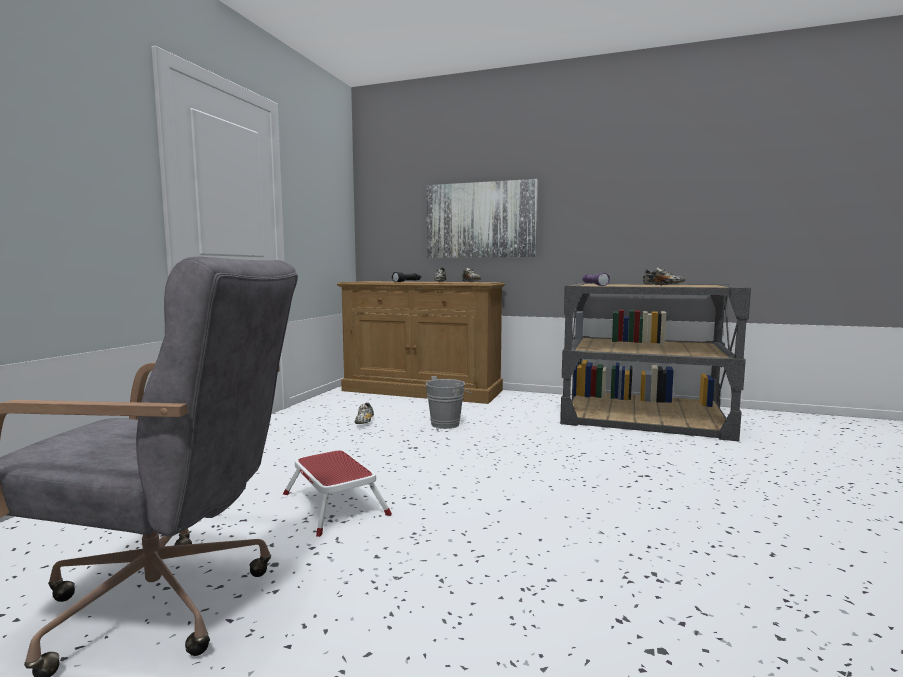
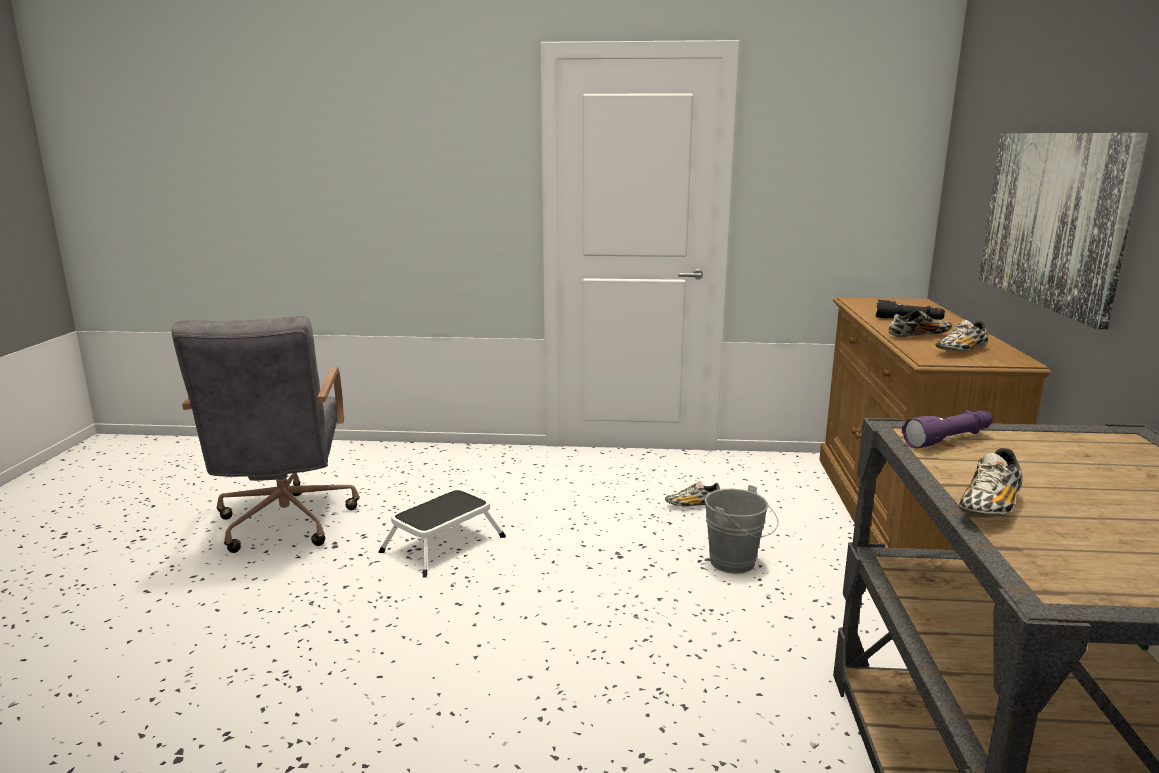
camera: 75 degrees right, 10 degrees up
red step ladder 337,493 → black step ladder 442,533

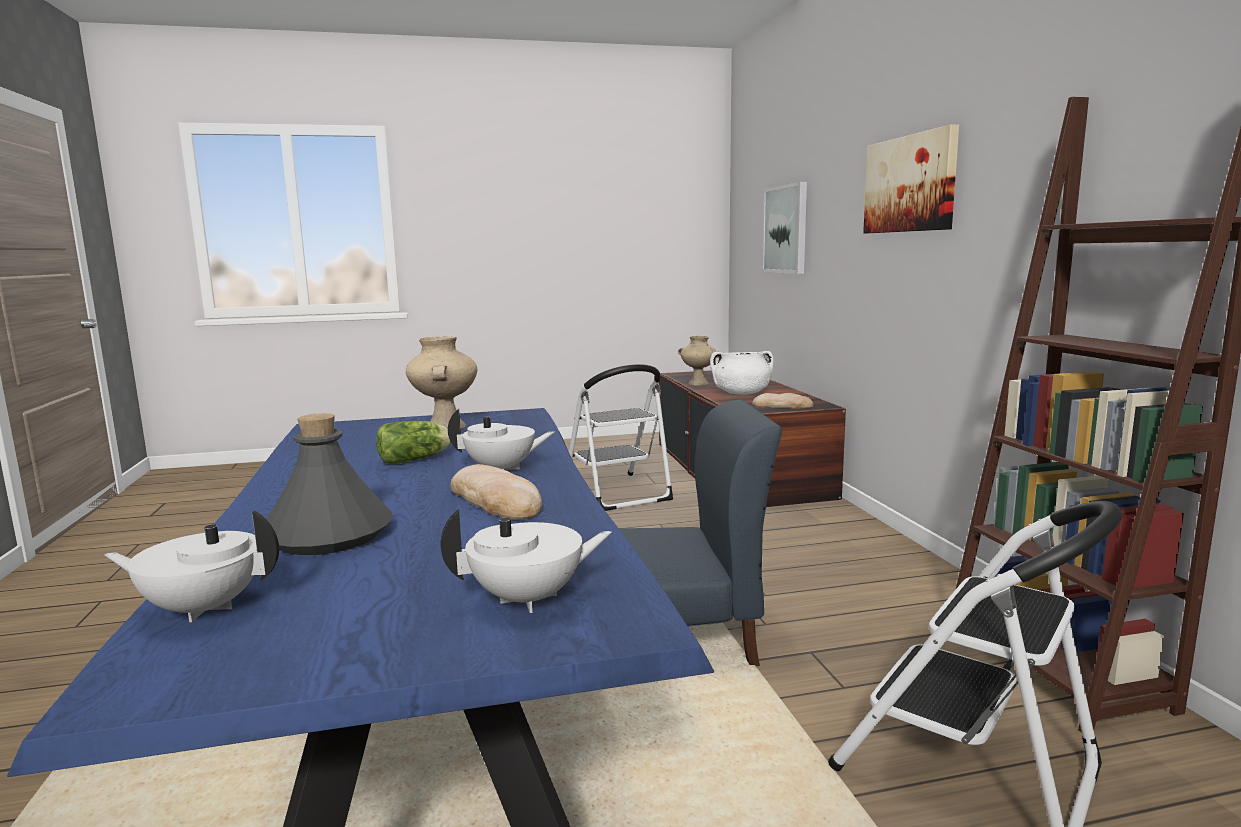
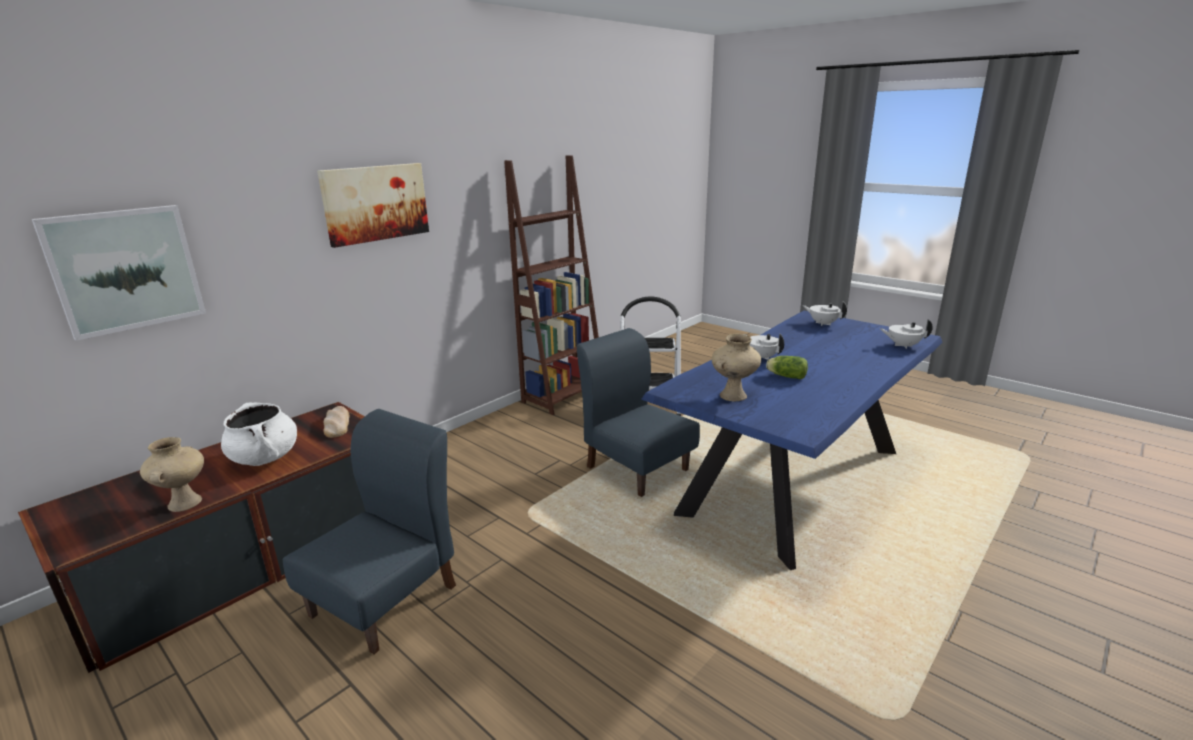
camera: 125 degrees left, 10 degrees up
step ladder 621,437 → blue chair 369,531
white teapot 191,566 → white teapot 906,334, 135 degrees clockwise
grey bottle 329,484 → -
bread 496,491 → -

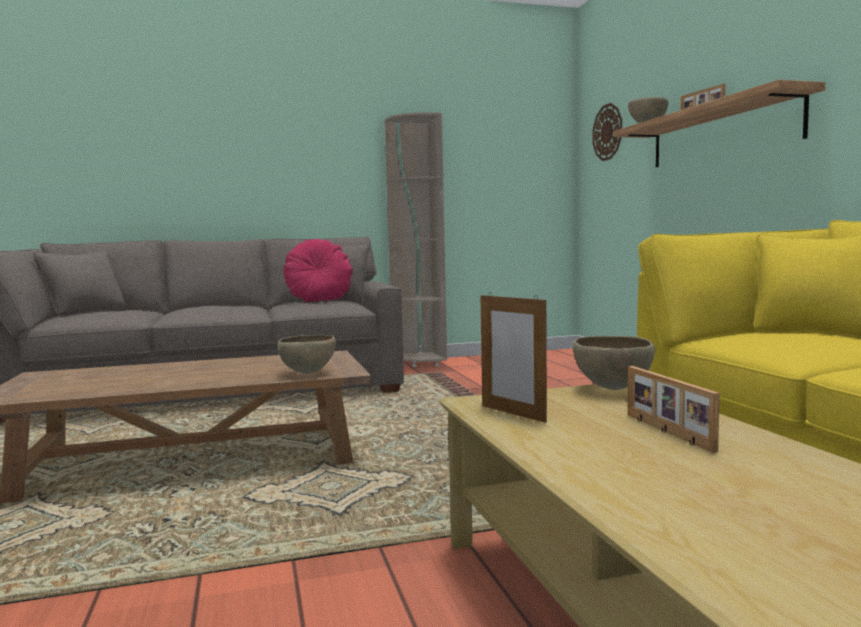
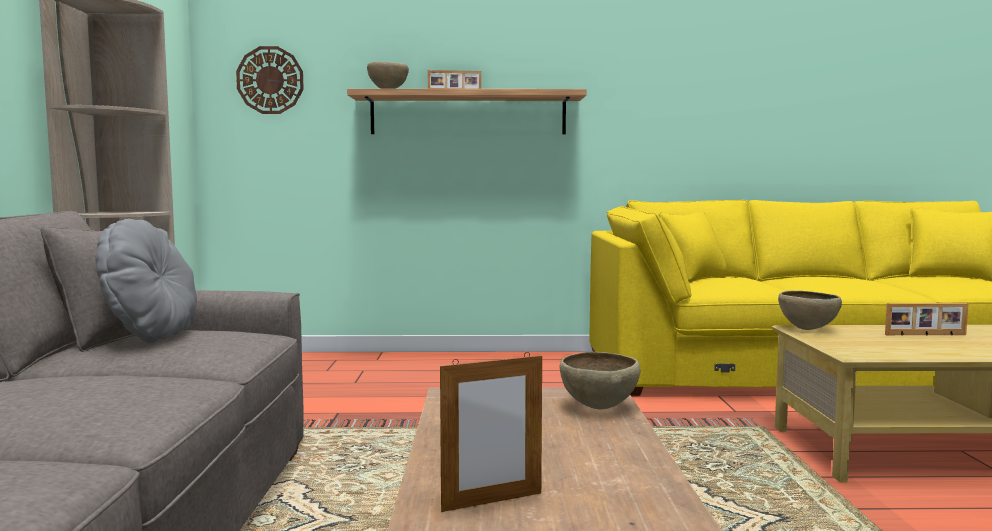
camera: 75 degrees left, 0 degrees up
pink pillow 318,270 → grey pillow 146,281
picture frame 514,357 → picture frame 491,432, relocated

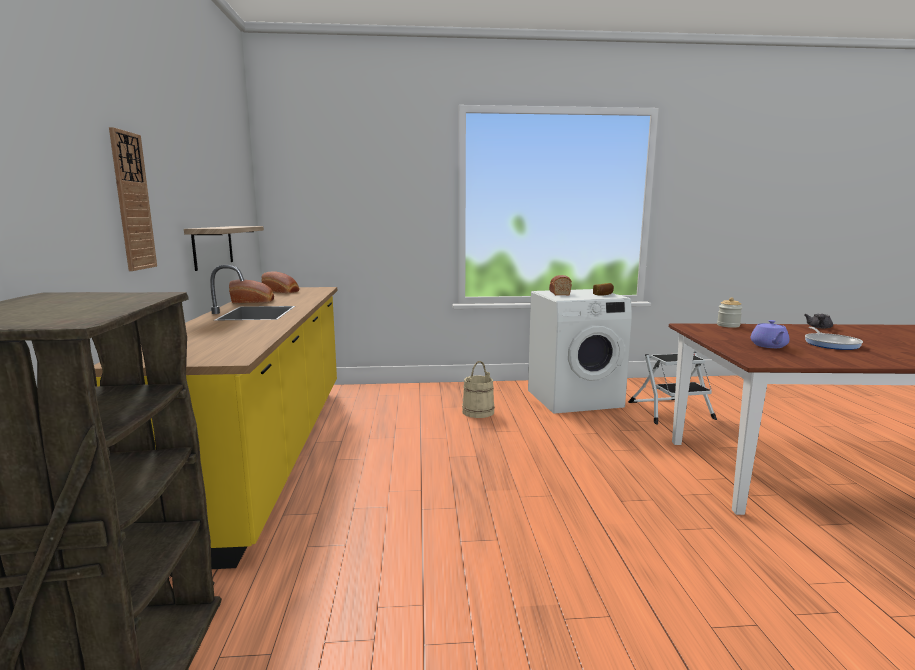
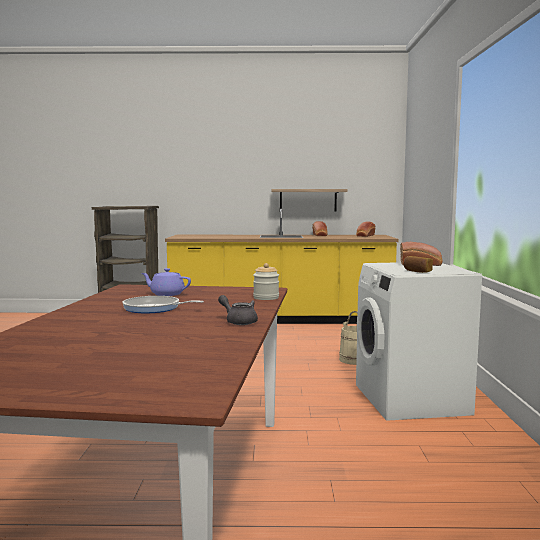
camera: 95 degrees right, 5 degrees down
wall clock 133,199 → -
step ladder 672,388 → -

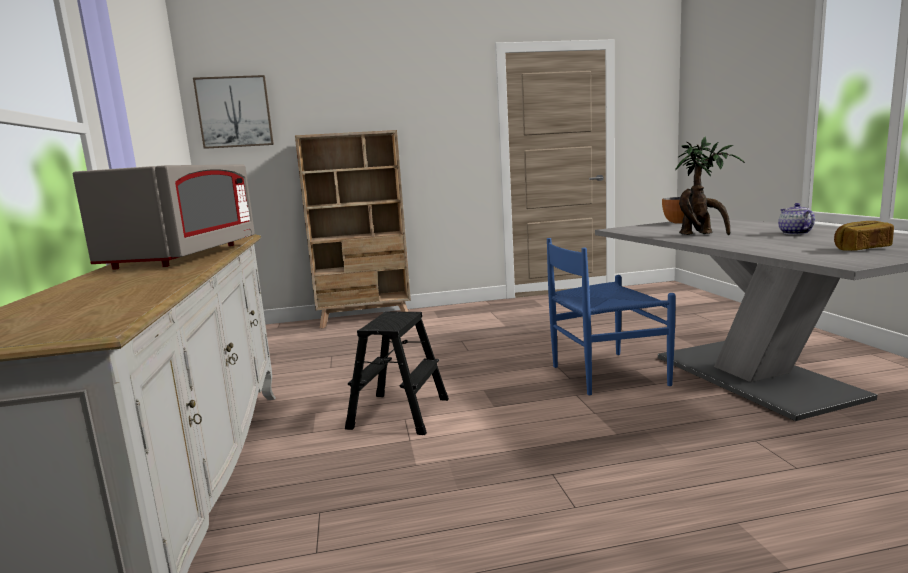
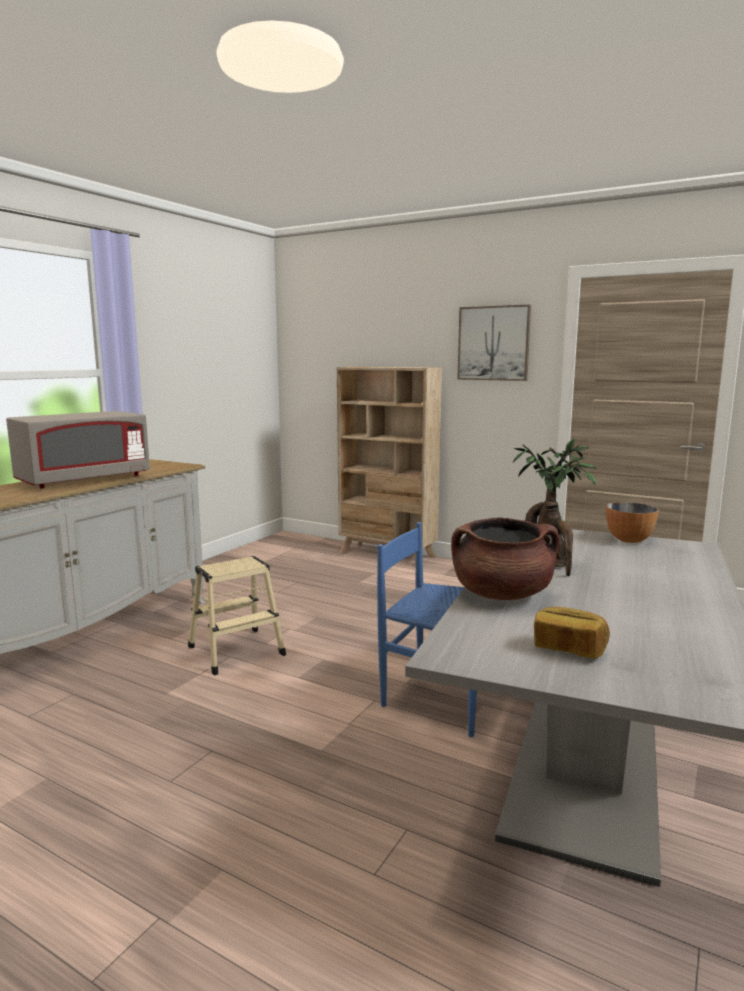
camera: 40 degrees right, 0 degrees up
black step ladder 397,373 → beige step ladder 237,615
- → brown cooking pot 505,558
picture 233,112 → picture 494,343, relocated
teapot 796,219 → -

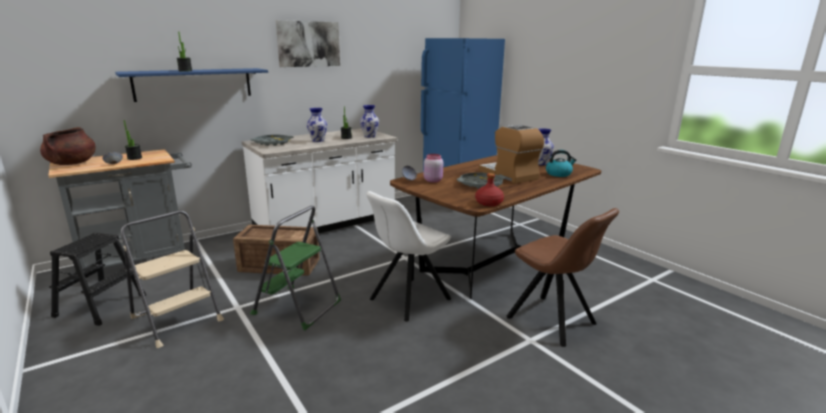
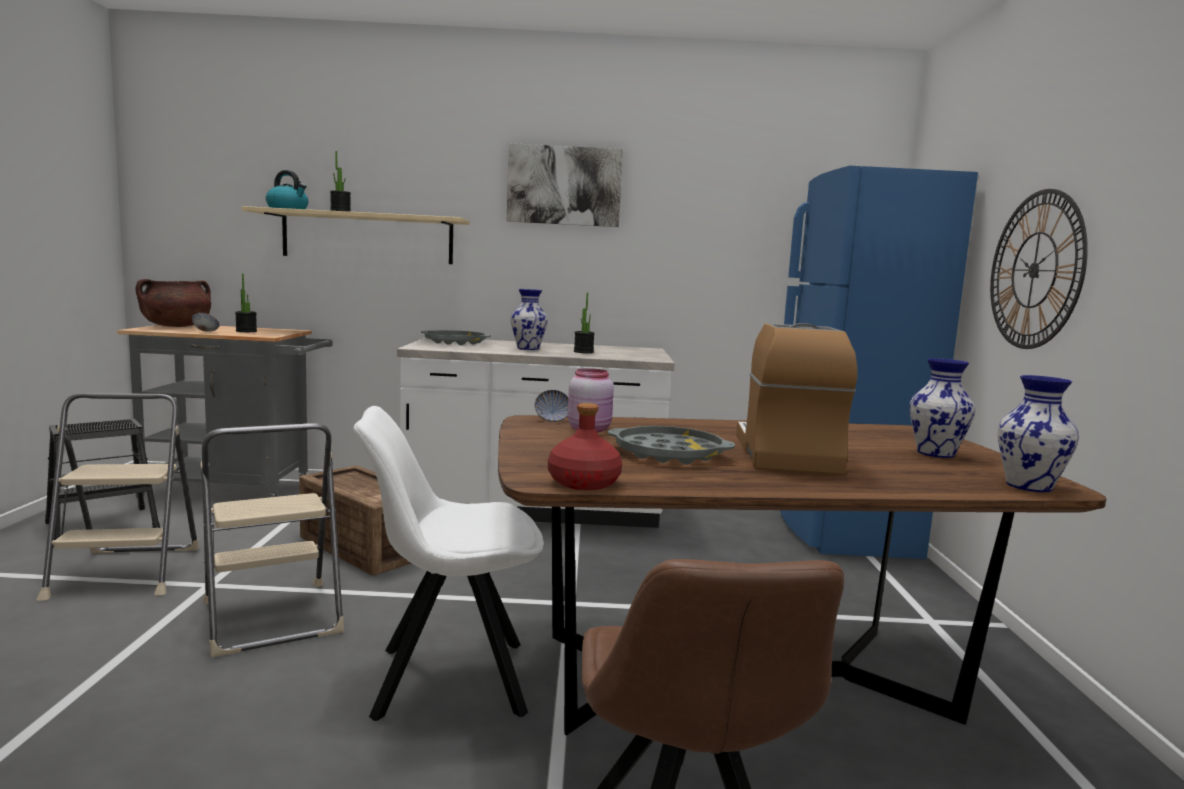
camera: 35 degrees right, 10 degrees down
green step ladder 295,268 → beige step ladder 272,540
blue shelf 191,85 → beige shelf 355,235
kettle 561,163 → kettle 287,189, relocated
- → wall clock 1039,269
vase 369,121 → vase 1038,433, relocated

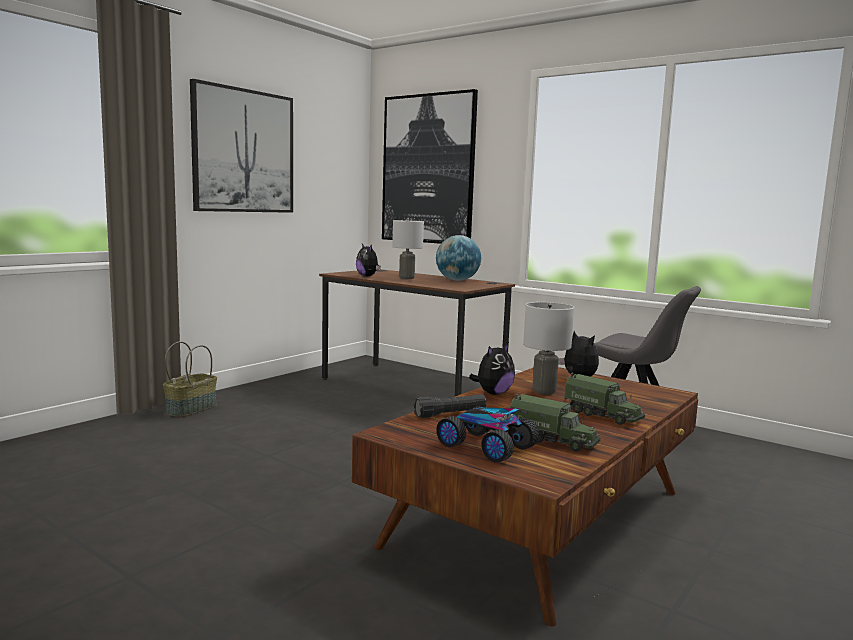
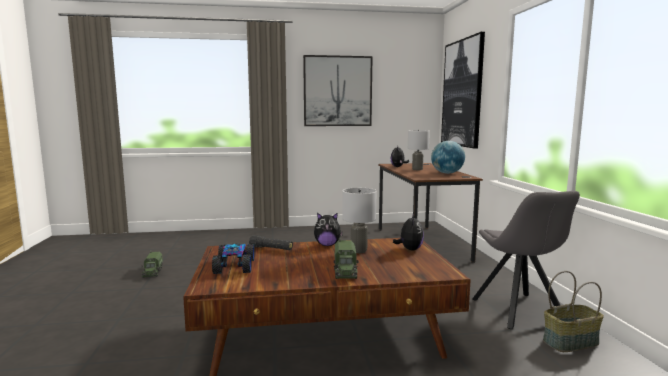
camera: 45 degrees right, 0 degrees up
toy truck 555,422 → toy truck 152,264, relocated
basket 190,379 → basket 573,311, relocated

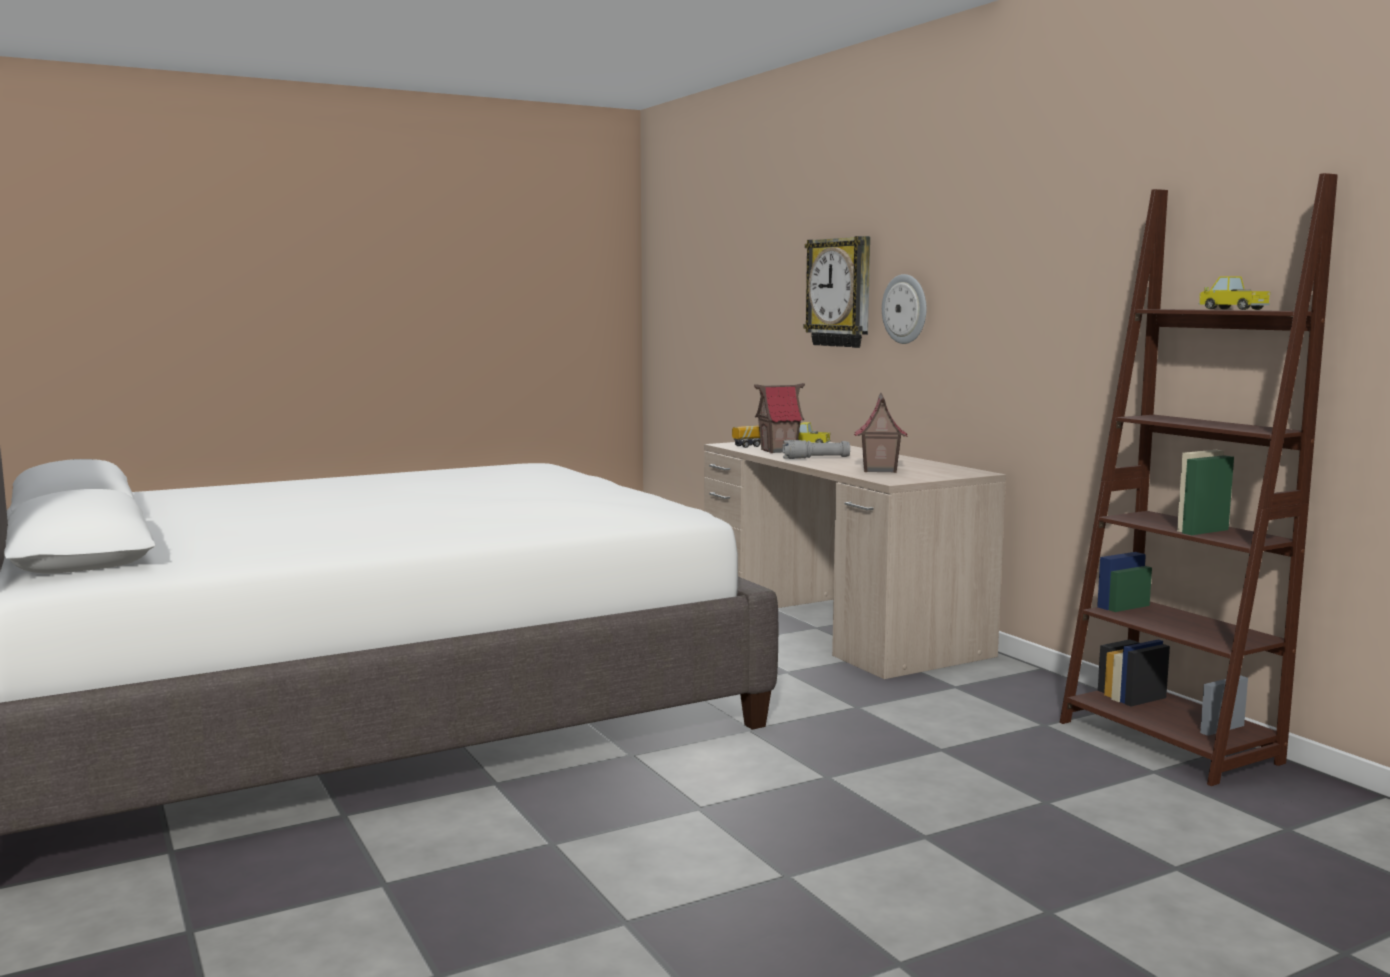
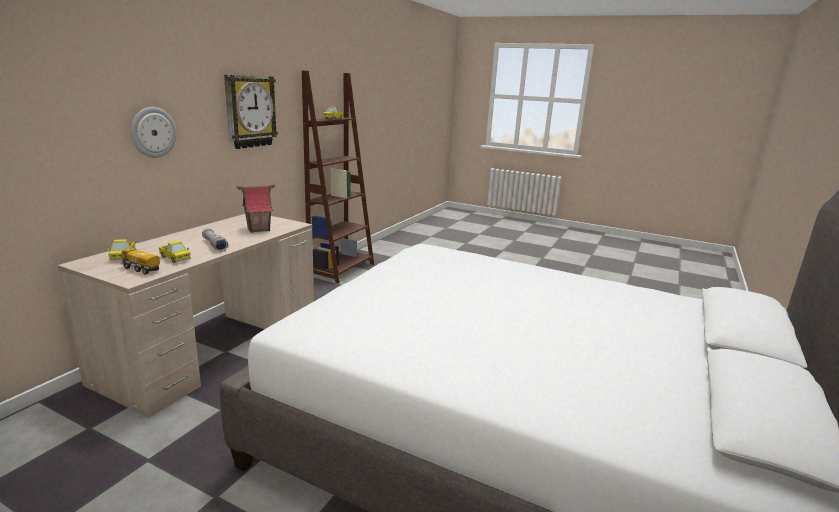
camera: 125 degrees left, 10 degrees up
toy house 779,418 → toy truck 175,252
wall clock 837,292 → wall clock 251,112, relocated

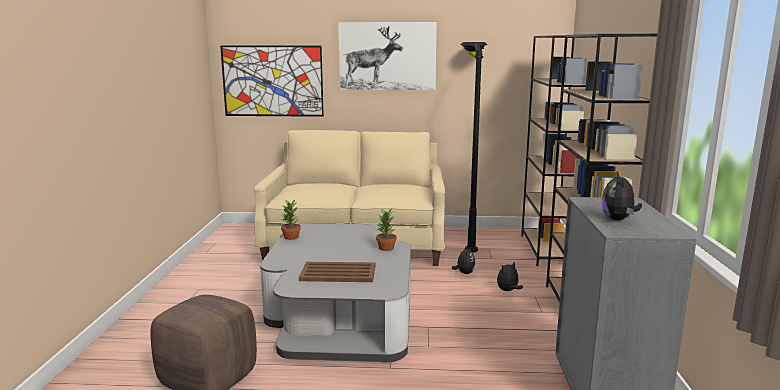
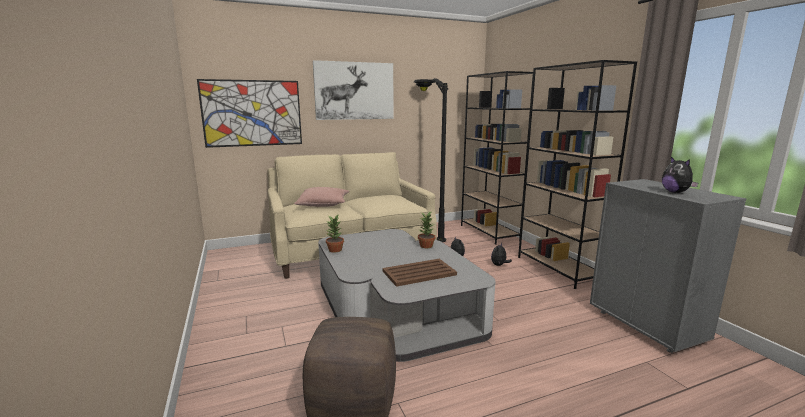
camera: 25 degrees left, 0 degrees up
- → pink pillow 321,197

